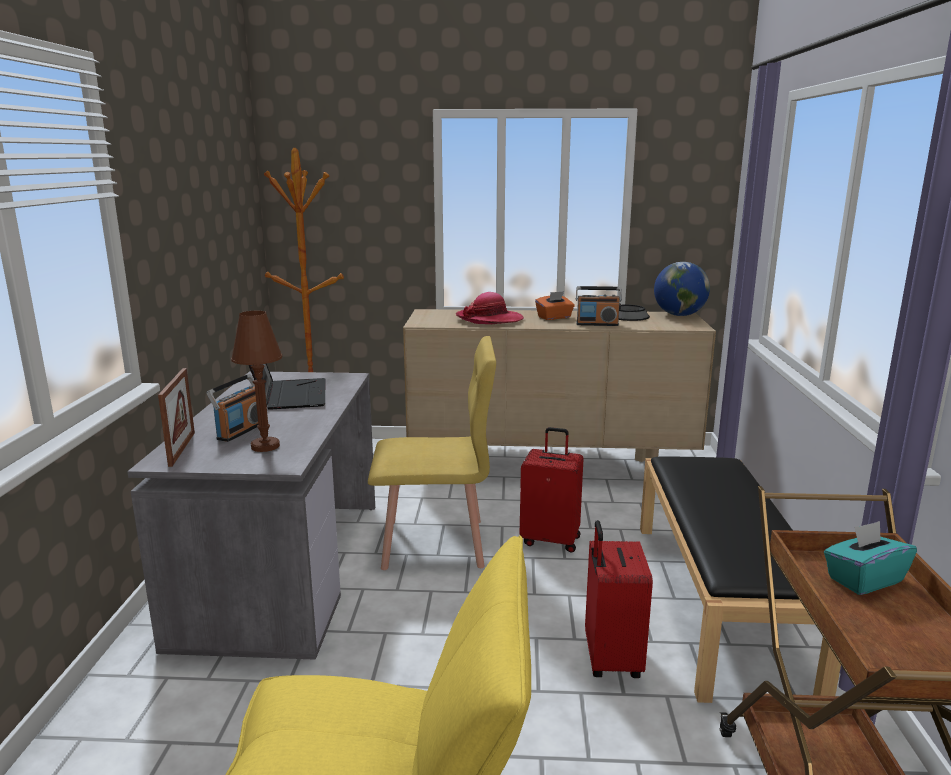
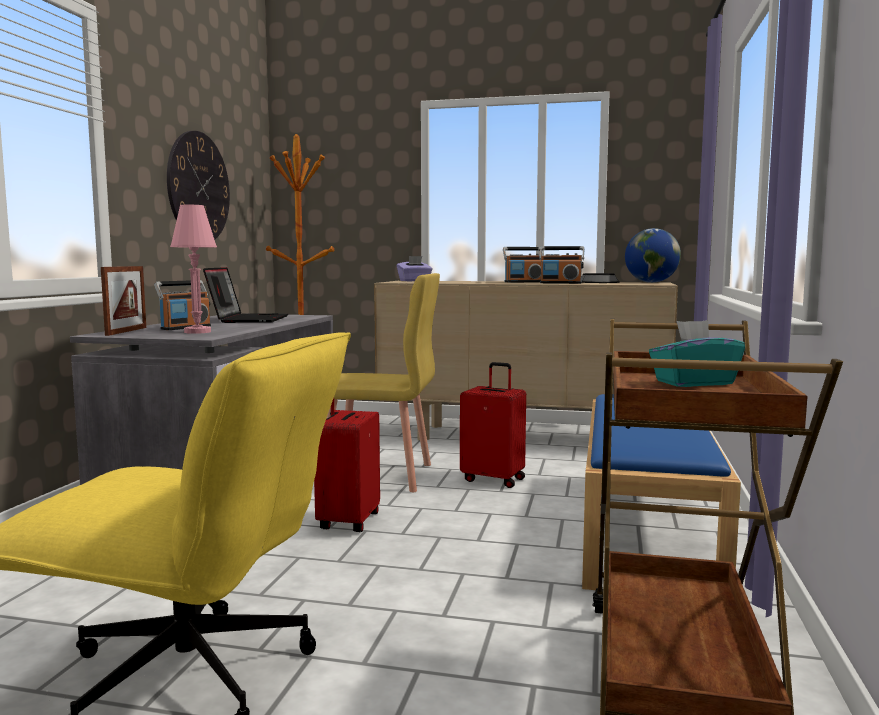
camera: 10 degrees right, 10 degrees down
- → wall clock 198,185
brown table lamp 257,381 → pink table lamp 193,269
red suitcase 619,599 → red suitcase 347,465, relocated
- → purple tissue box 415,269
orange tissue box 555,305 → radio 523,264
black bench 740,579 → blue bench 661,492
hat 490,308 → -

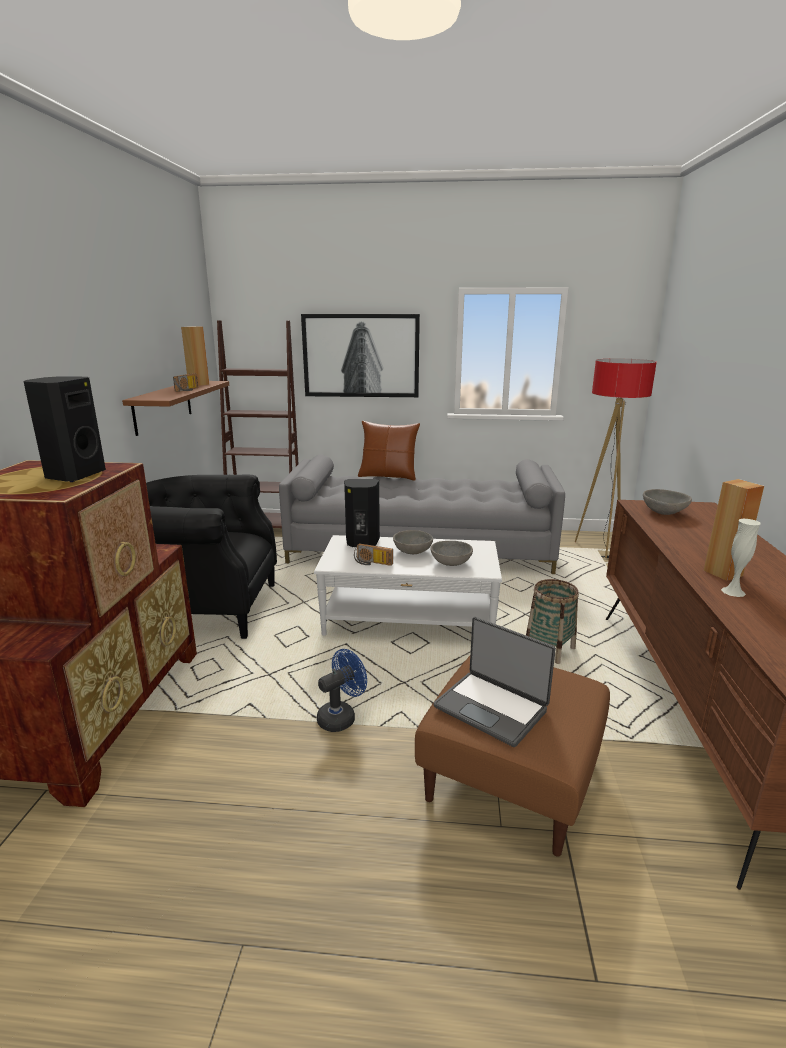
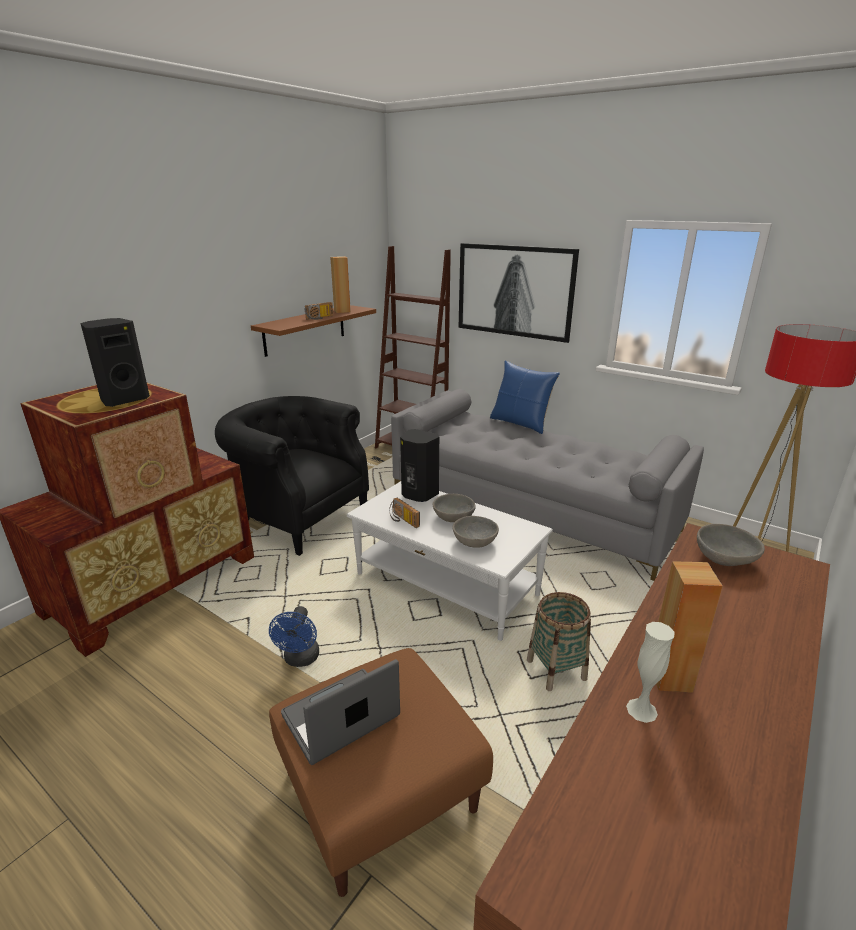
camera: 30 degrees right, 5 degrees up
blue fan 342,690 → blue fan 294,636, 105 degrees clockwise
laptop 495,682 → laptop 340,712, 75 degrees clockwise
brown pillow 389,451 → blue pillow 525,397

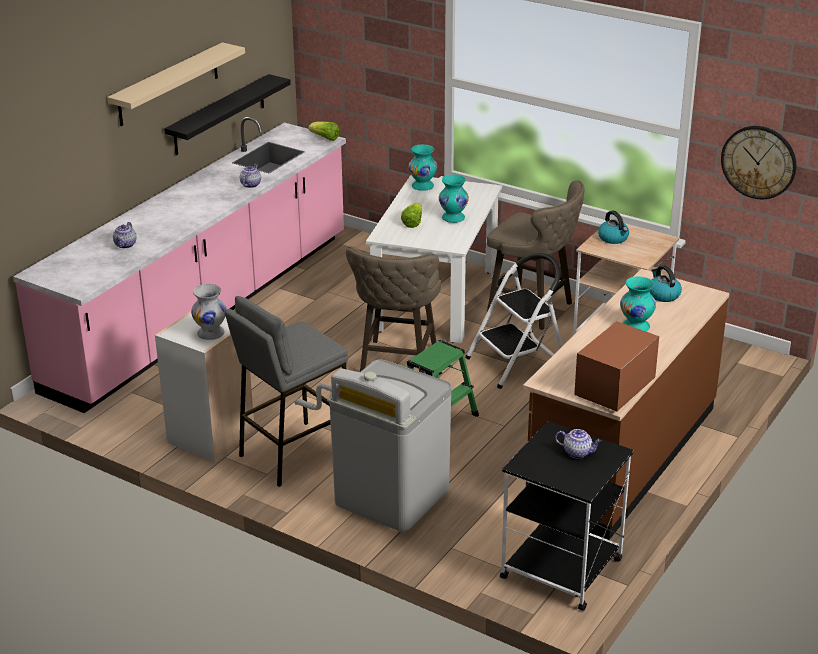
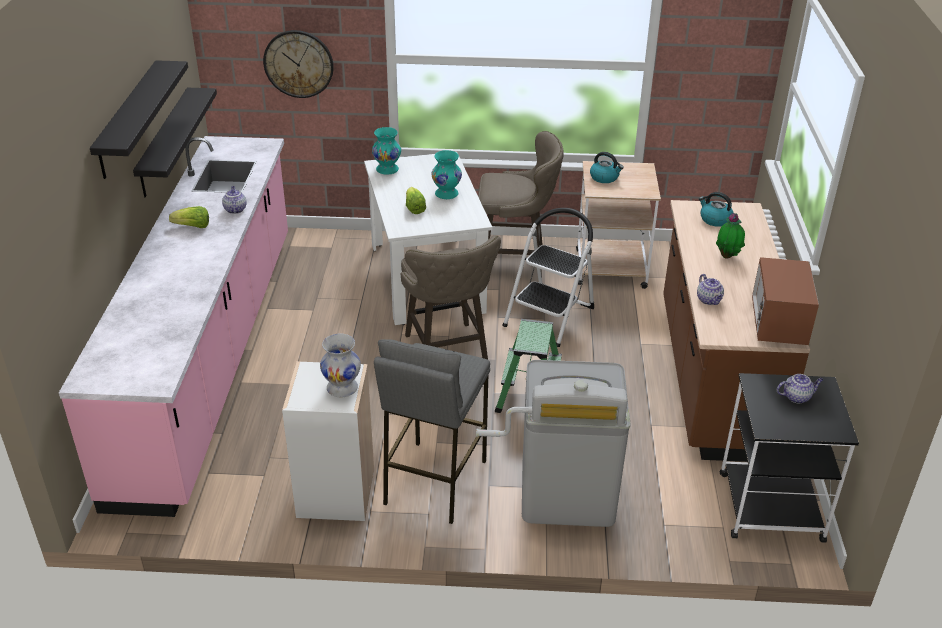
camera: 30 degrees left, 5 degrees up
beige shelf 176,84 → black shelf 139,119
lettuce 324,131 → lettuce 189,217, relocated
wall clock 758,162 → wall clock 298,64, relocated
teapot 125,235 → teapot 710,289, relocated
turquoise vase 638,303 → potted plant 730,236

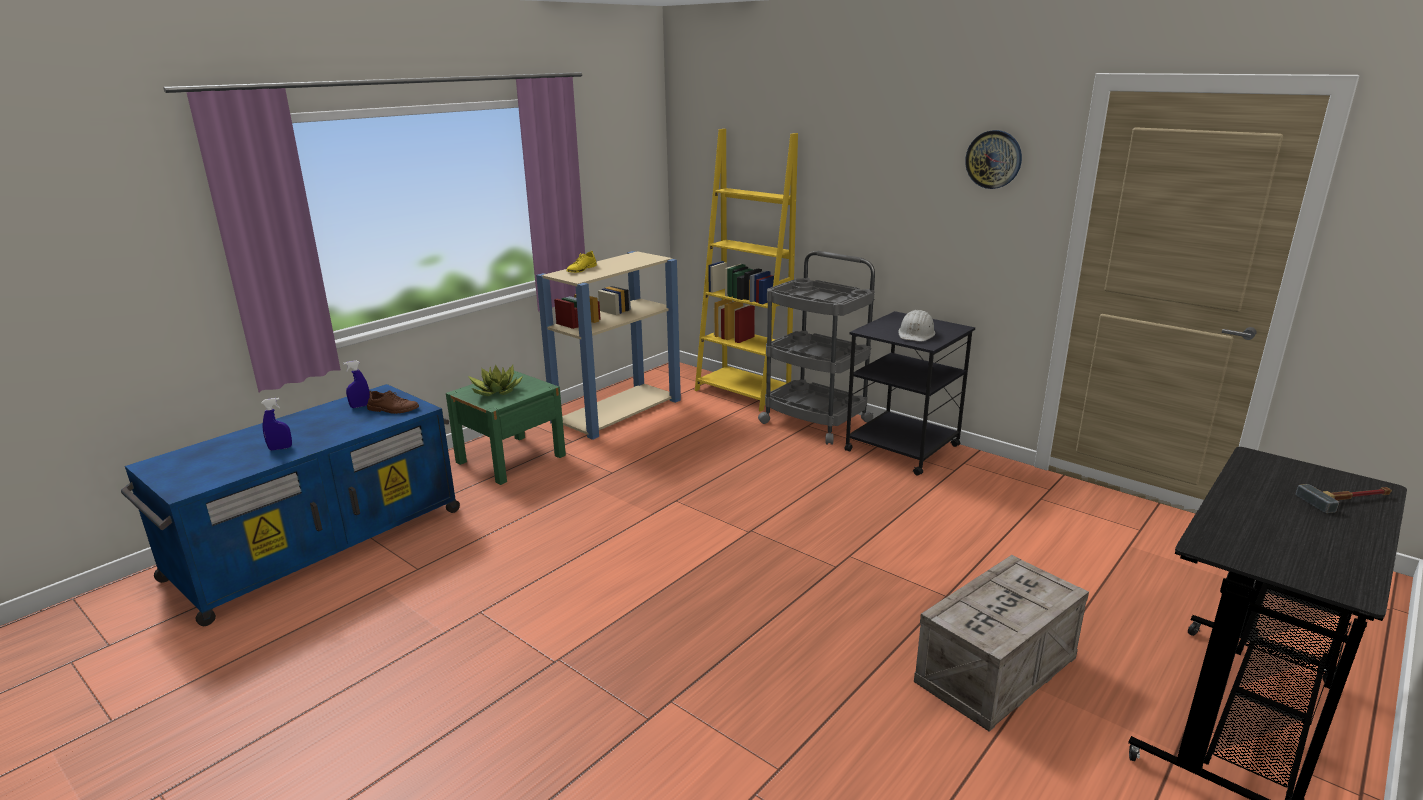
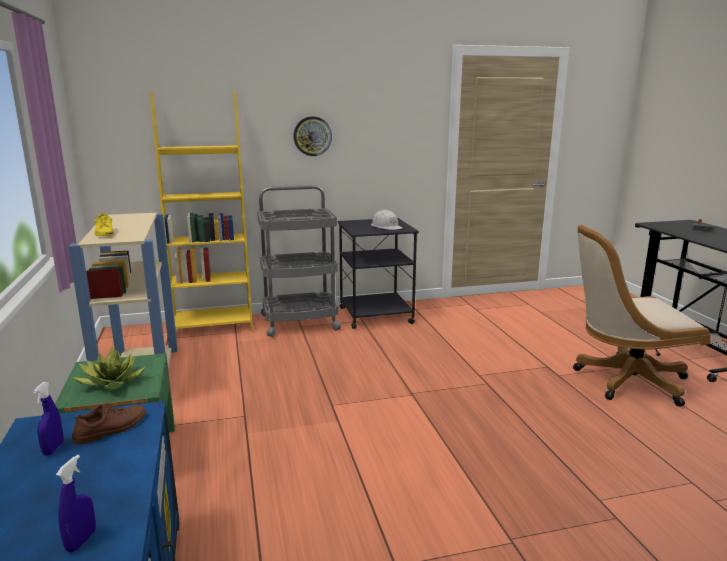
camera: 55 degrees left, 5 degrees down
wall clock 993,159 → wall clock 312,136, relocated
crate 1001,643 → office chair 642,316

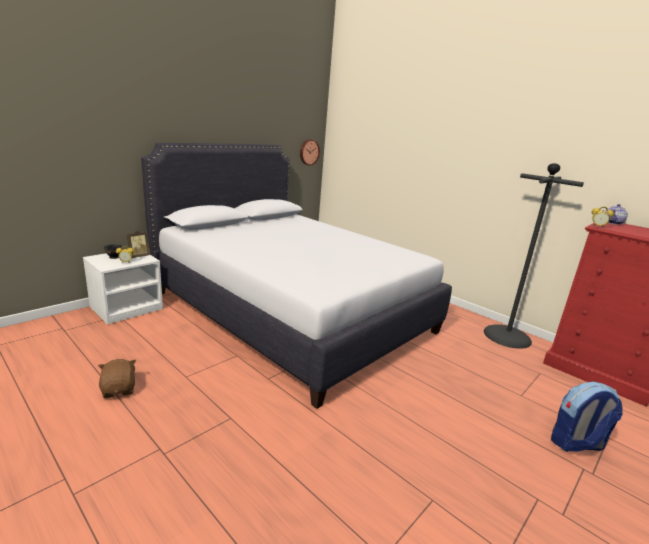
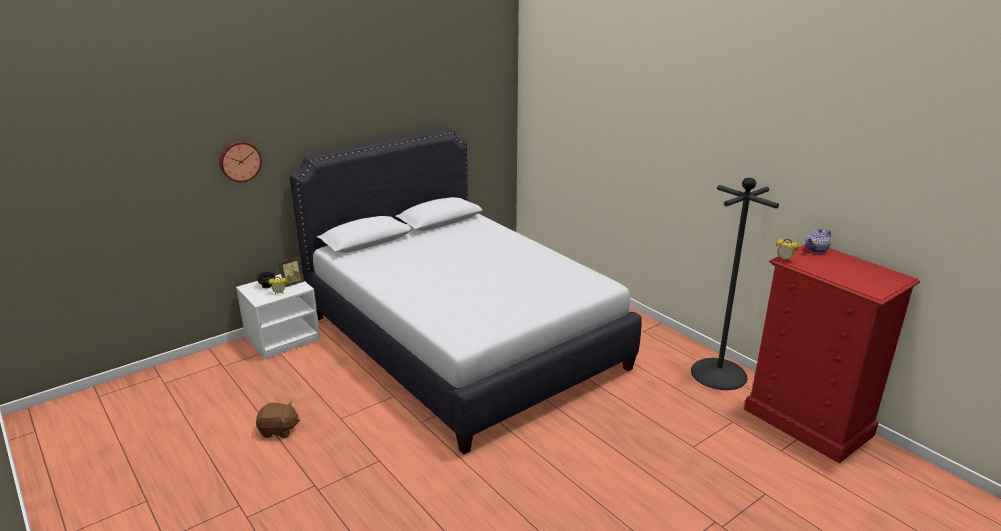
camera: 10 degrees right, 5 degrees up
wall clock 310,152 → wall clock 240,161, relocated
brown plush toy 117,378 → brown plush toy 278,419, 105 degrees clockwise
backpack 587,416 → -

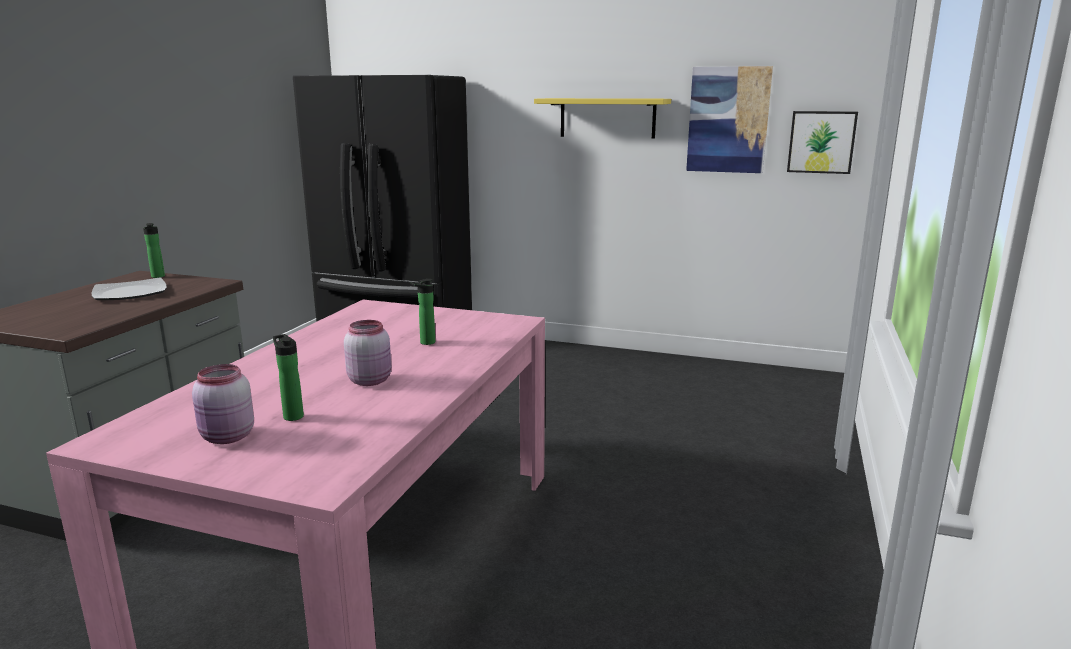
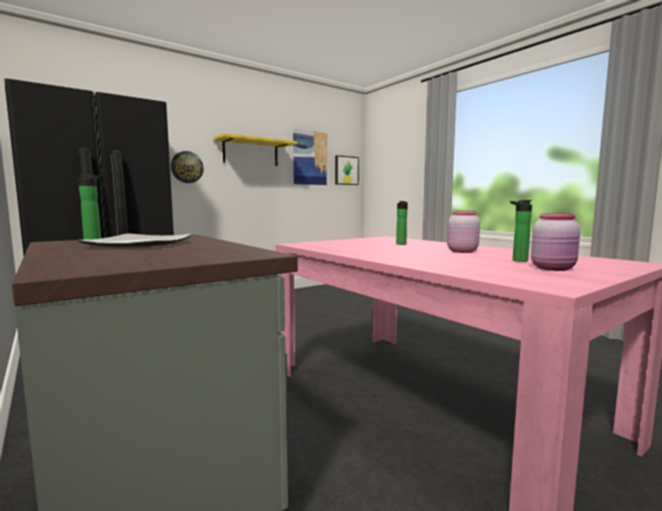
camera: 55 degrees left, 10 degrees down
- → wall clock 187,167

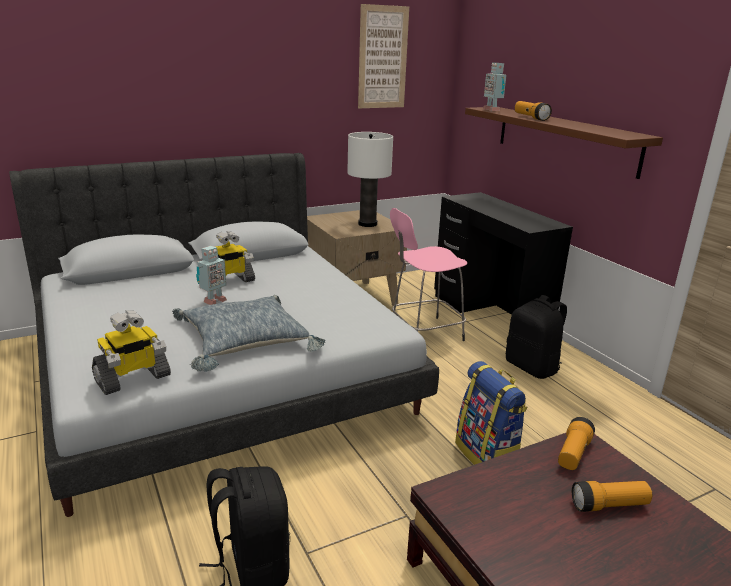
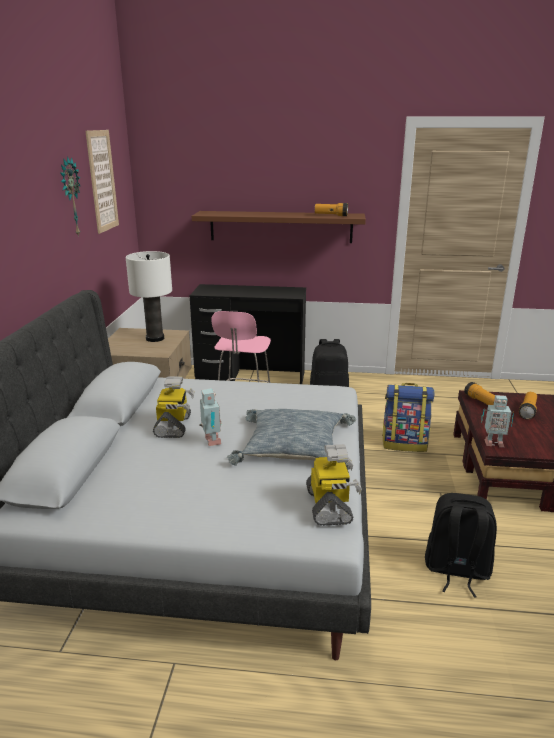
camera: 55 degrees left, 0 degrees up
- → wall clock 70,196
flashlight 533,111 → flashlight 331,209, relocated
toy robot 495,86 → toy robot 497,421, relocated

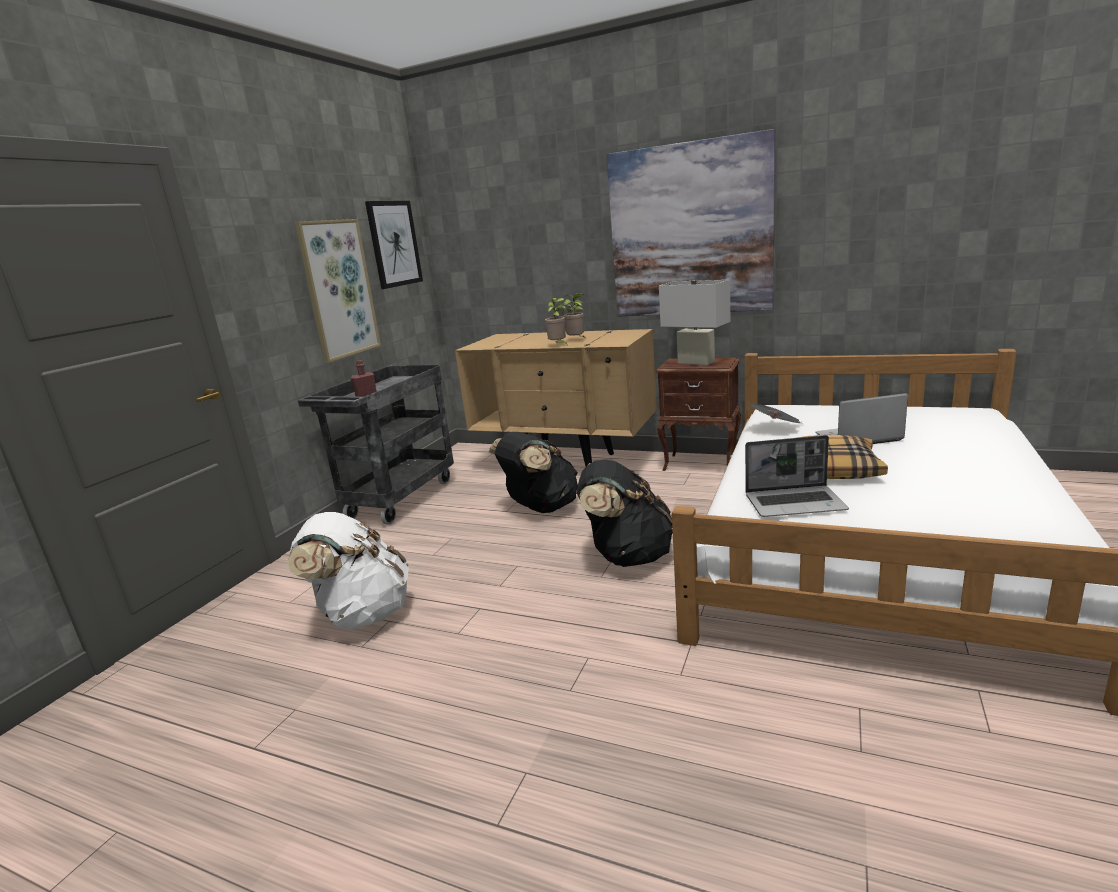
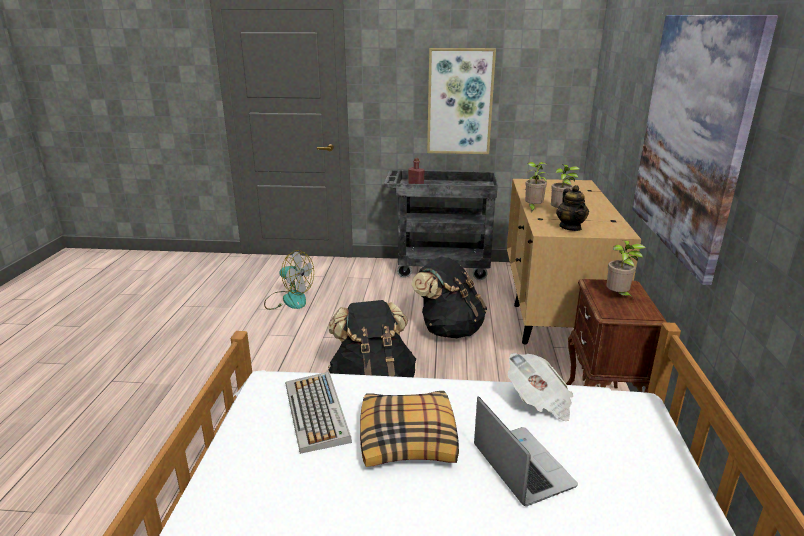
camera: 70 degrees right, 5 degrees up
white backpack 348,570 → fan 289,280
laptop 797,476 → keyboard 318,413
- → teapot 572,208
white table lamp 694,322 → potted plant 626,269
picture 394,245 → -

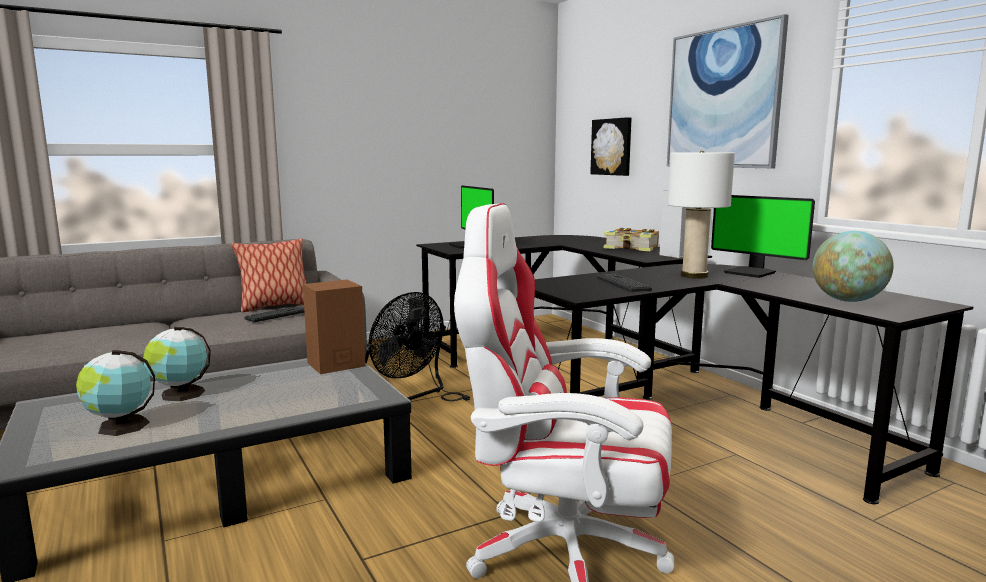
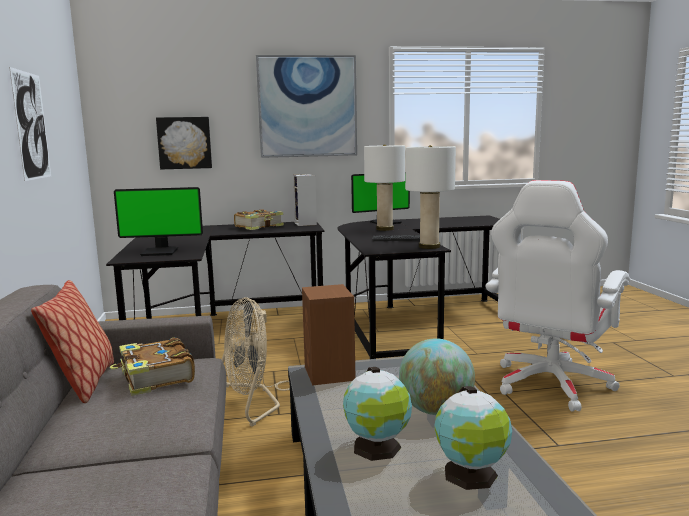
camera: 70 degrees left, 0 degrees up
- → picture 30,124
keyboard 274,314 → book 152,367
black fan 417,346 → beige fan 255,362
globe 853,266 → globe 437,376, relocated
- → white table lamp 430,197

